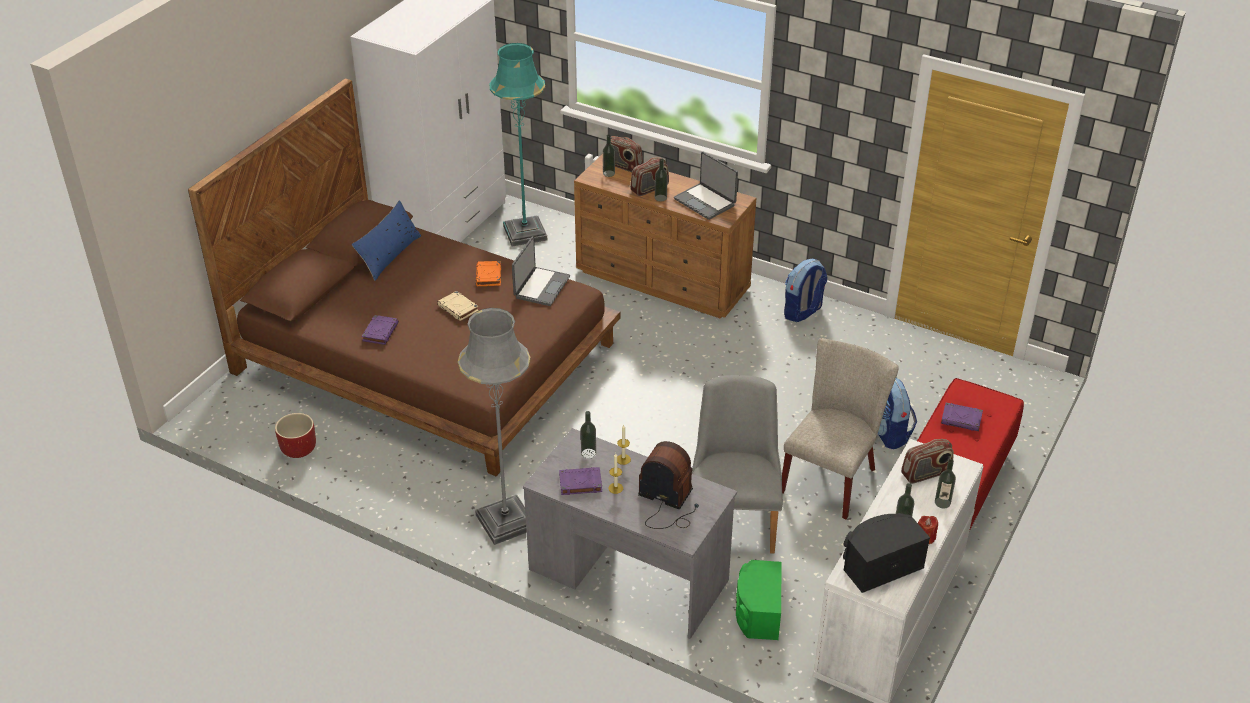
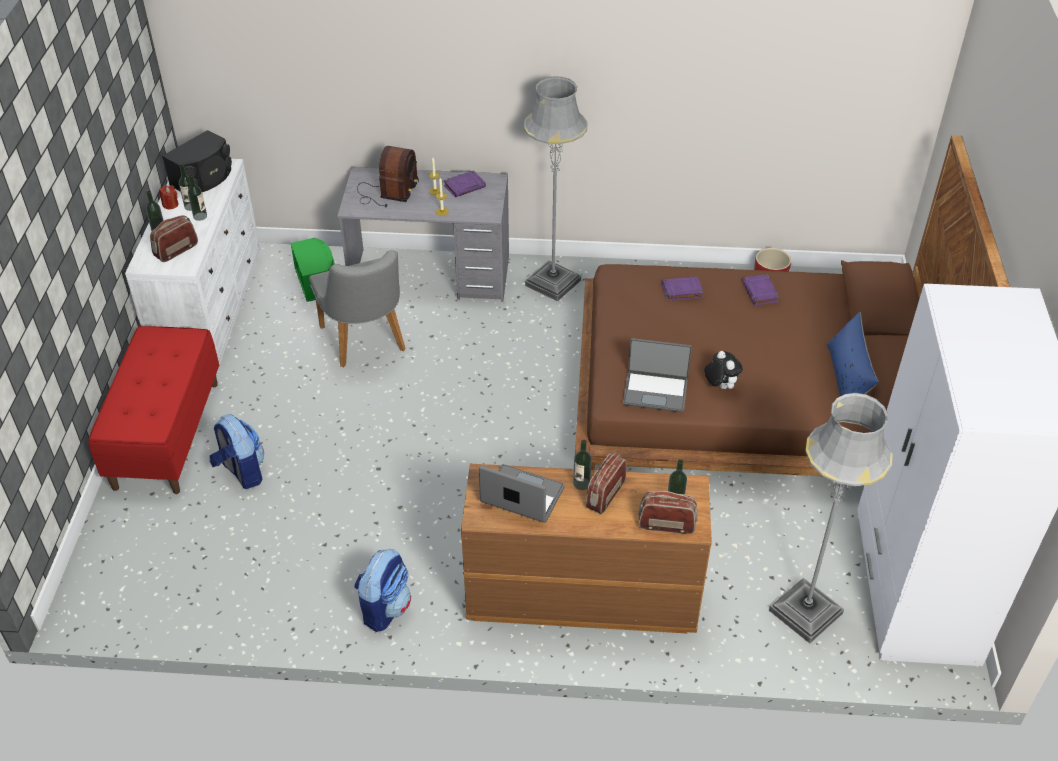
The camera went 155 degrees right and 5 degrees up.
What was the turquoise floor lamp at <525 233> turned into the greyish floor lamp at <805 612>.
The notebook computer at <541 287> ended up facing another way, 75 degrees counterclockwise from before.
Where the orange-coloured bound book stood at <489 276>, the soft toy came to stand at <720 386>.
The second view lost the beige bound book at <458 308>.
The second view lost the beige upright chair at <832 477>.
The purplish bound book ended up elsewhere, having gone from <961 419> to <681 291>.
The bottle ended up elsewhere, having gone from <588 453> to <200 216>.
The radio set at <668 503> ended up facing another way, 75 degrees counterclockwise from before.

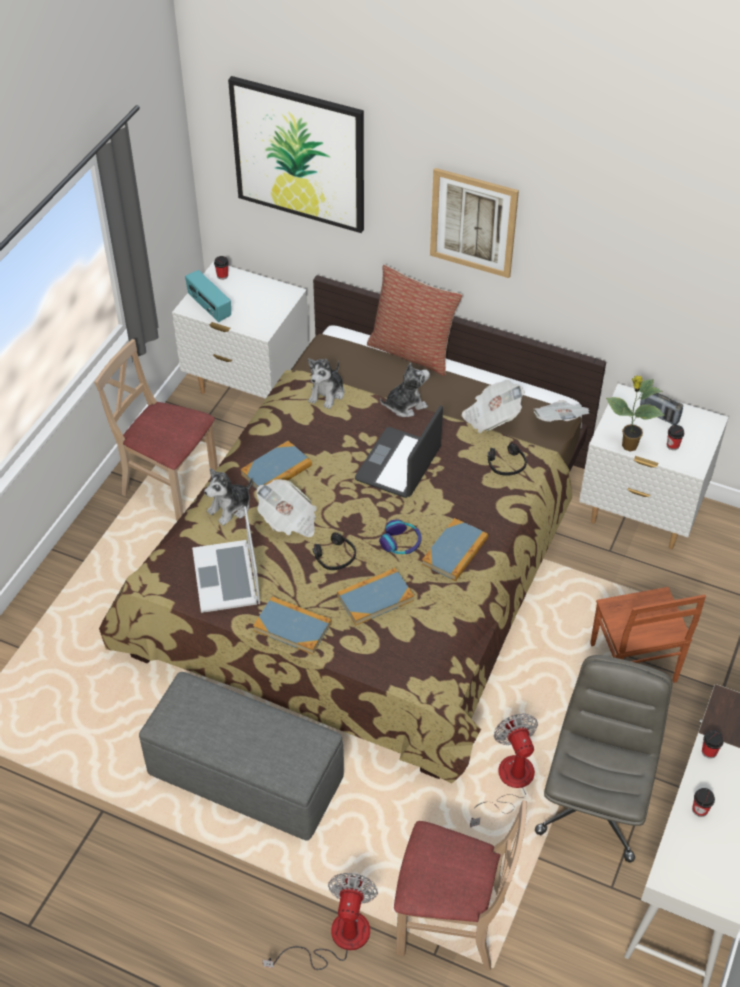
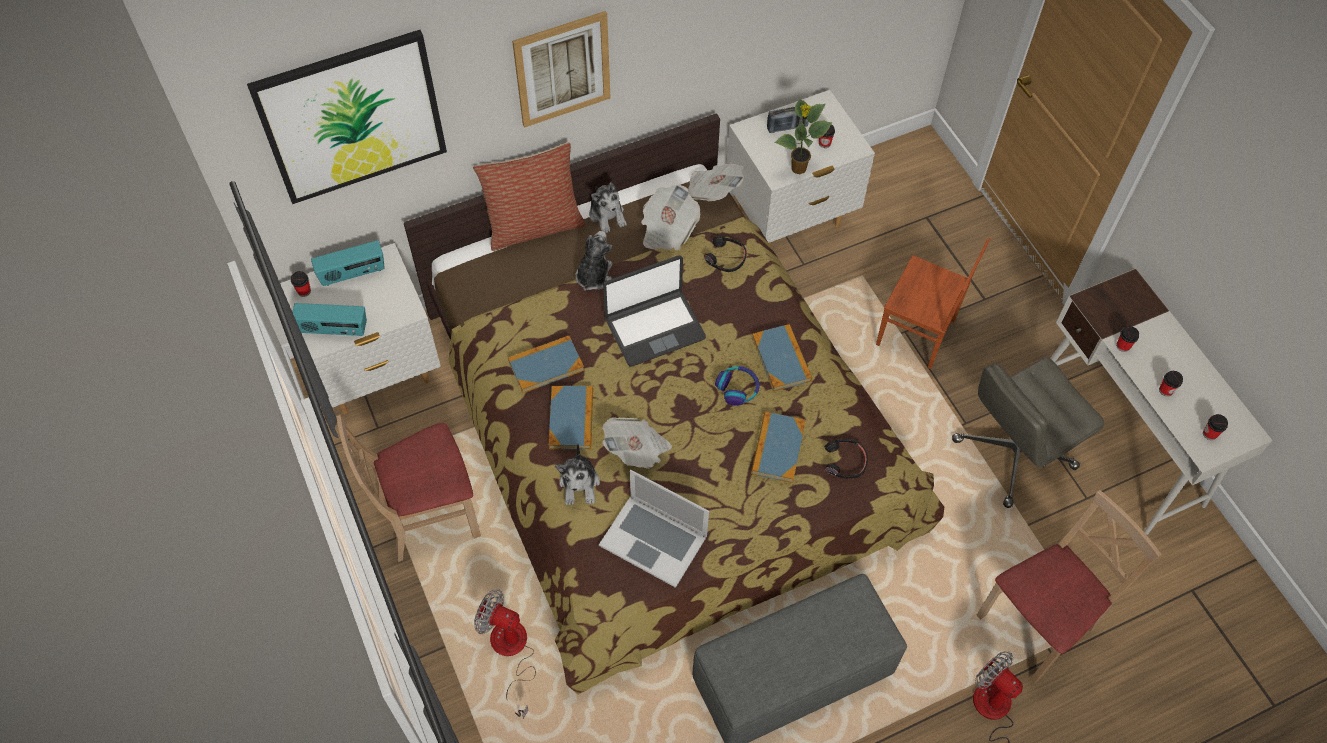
The camera went 50 degrees left and 10 degrees up.
The soft toy ended up elsewhere, having gone from <327 394> to <607 215>.
The notebook computer at <399 464> ended up facing another way, 90 degrees counterclockwise from before.
The blackish headset ended up elsewhere, having gone from <335 557> to <845 462>.
The bound book ended up elsewhere, having gone from <292 627> to <546 365>.
The greyish desk chair at <594 804> ended up facing another way, 90 degrees counterclockwise from before.
The fan ended up elsewhere, having gone from <508 783> to <511 652>.
The second view gained the radio set at <353 274>.
The second view gained the drinking cup at <1209 434>.

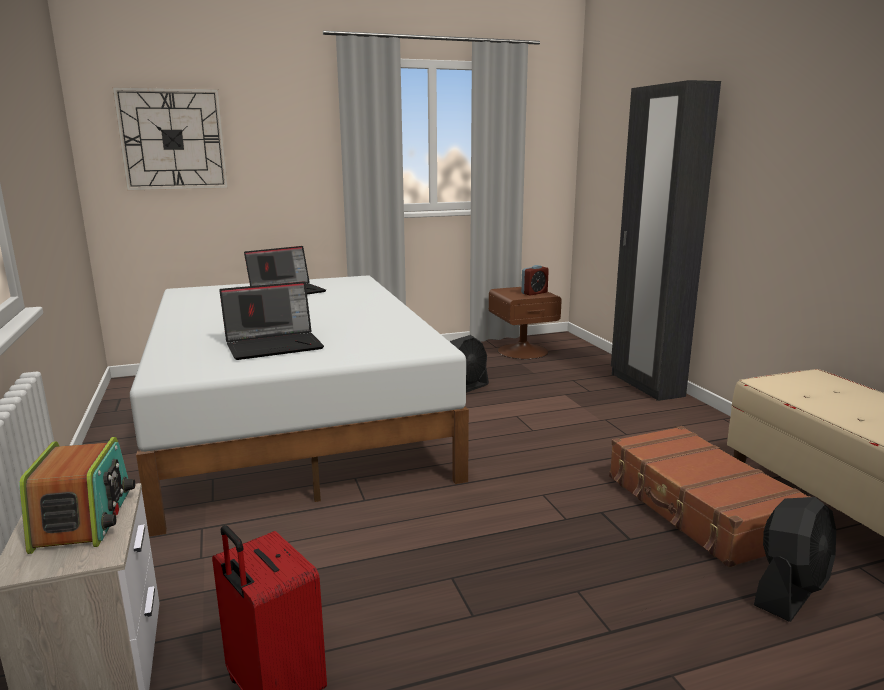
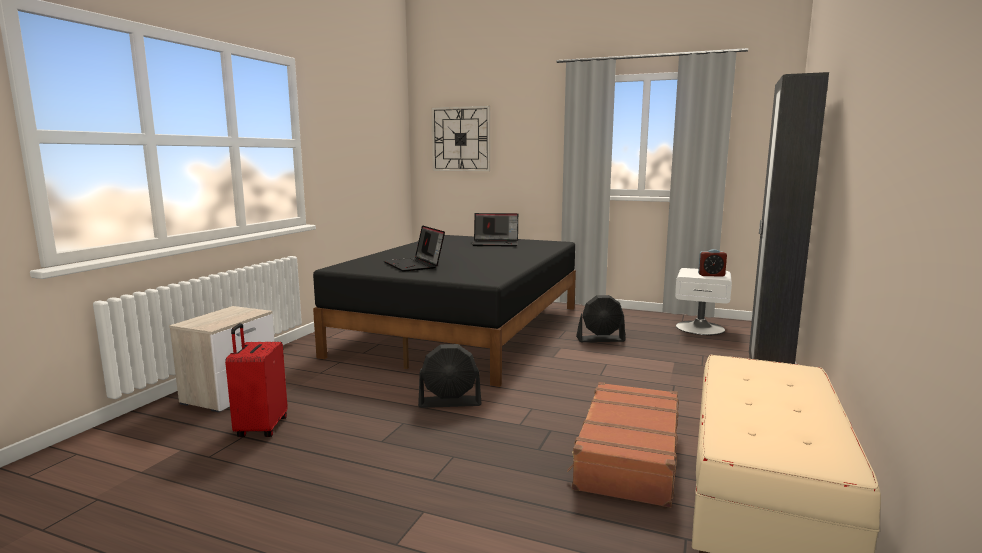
The camera went 40 degrees right and 5 degrees down.
What was the white bed at <295 421> turned into the blackish bed at <464 330>.
The notebook computer at <275 345> ended up facing another way, 45 degrees clockwise from before.
What was the brownish nightstand at <522 351> turned into the white nightstand at <700 327>.
The second view lost the radio set at <84 519>.
The blackish fan ended up elsewhere, having gone from <790 590> to <450 402>.

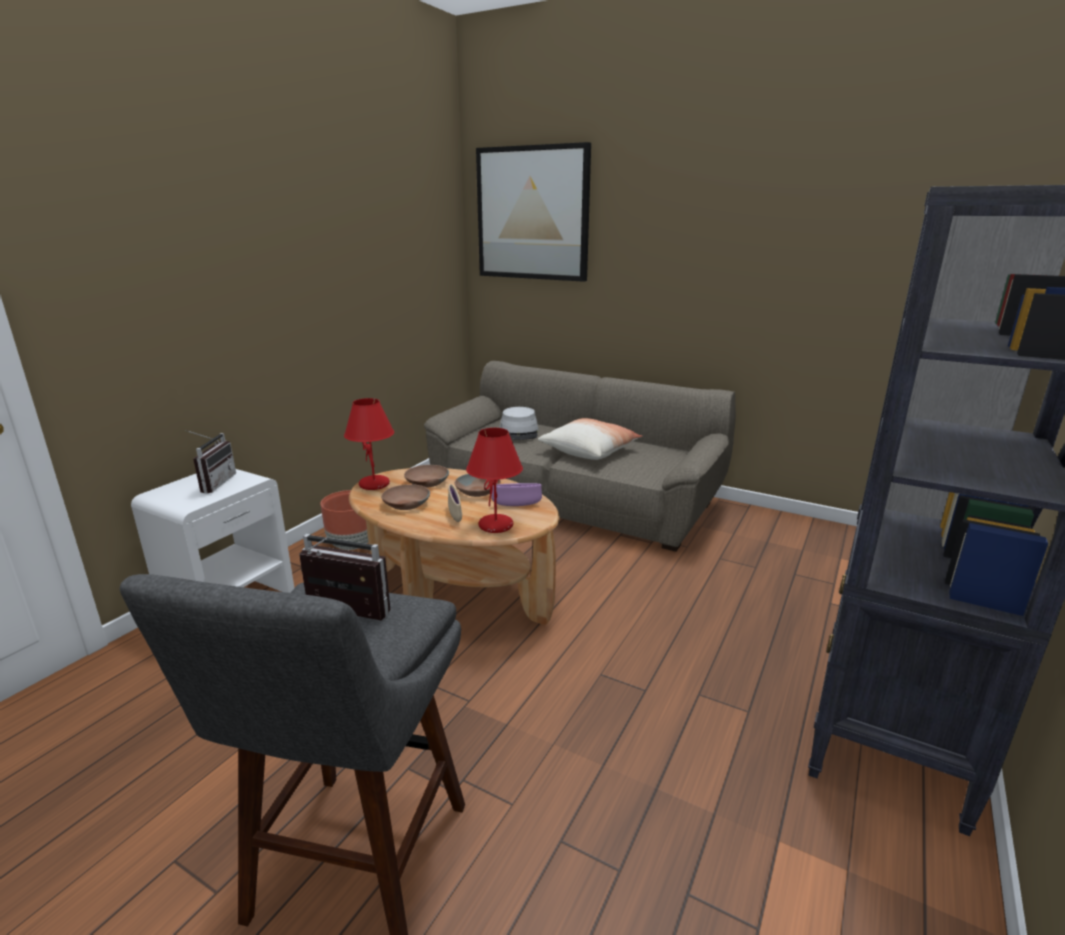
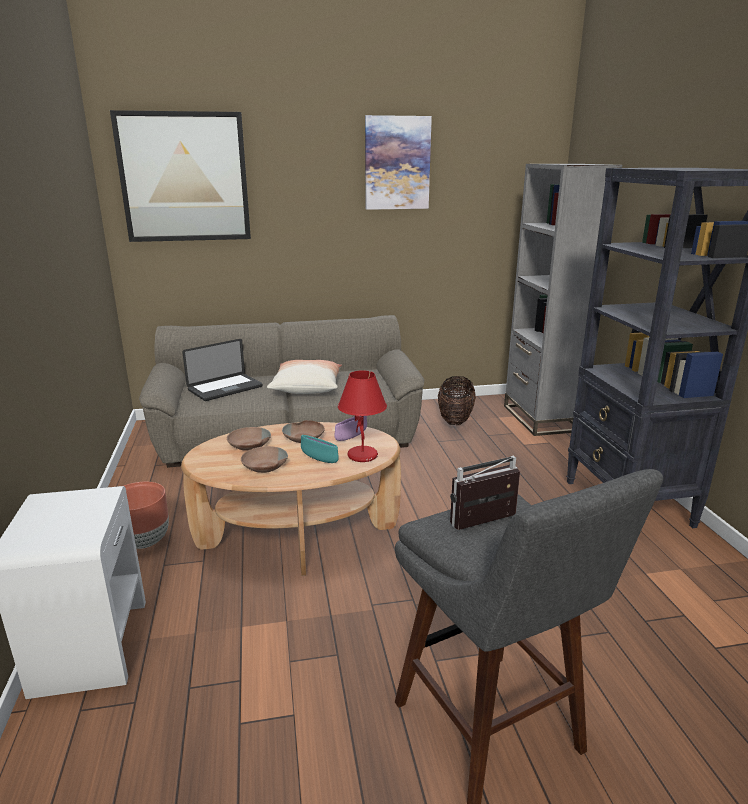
The camera went 40 degrees left and 0 degrees up.
The second view lost the red-coloured lamp for a table at <375 484>.
Where the greyish clothing hat stood at <519 432>, the notebook computer came to stand at <225 388>.
The second view lost the radio set at <213 483>.
What was the beige serving bowl at <455 515> turned into the turquoise serving bowl at <319 459>.
The second view gained the wall art at <397 163>.
The second view gained the storage basket at <455 419>.

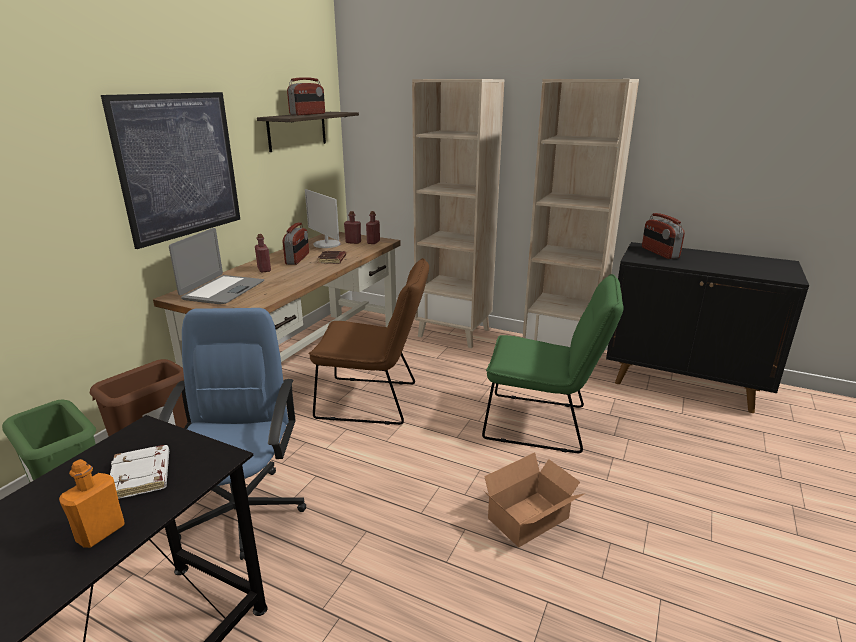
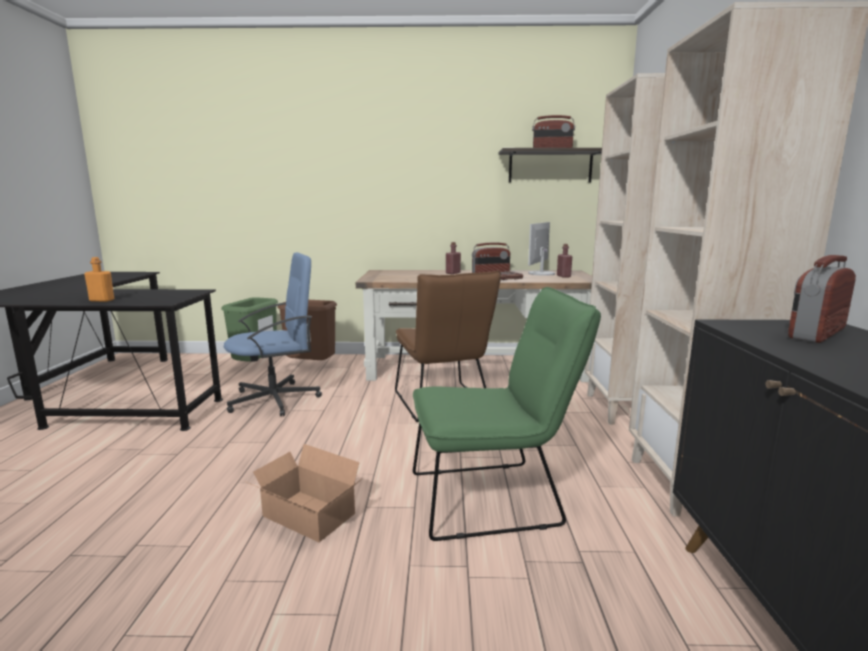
The camera went 65 degrees right and 10 degrees down.
The second view lost the wall art at <179 166>.
The second view lost the red-coloured bottle at <373 242>.
The second view lost the notebook computer at <222 290>.
The green upright chair at <543 424> ended up facing another way, 90 degrees counterclockwise from before.
The second view lost the white bound book at <142 476>.

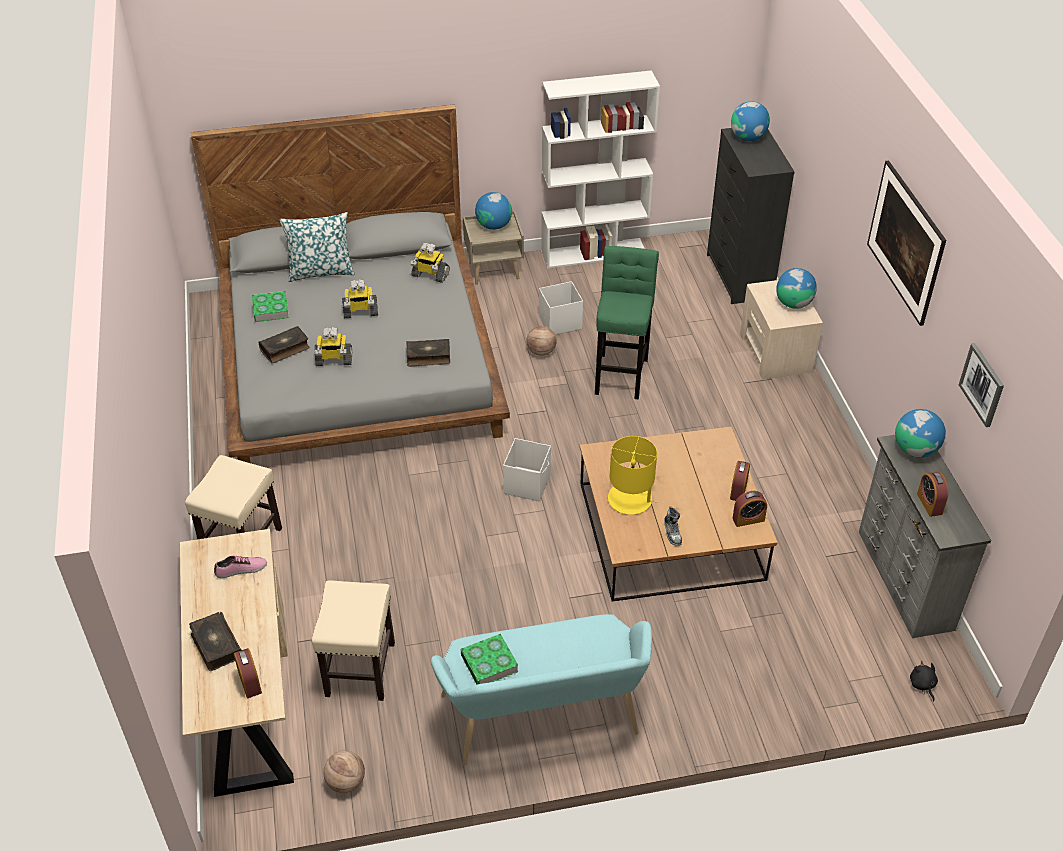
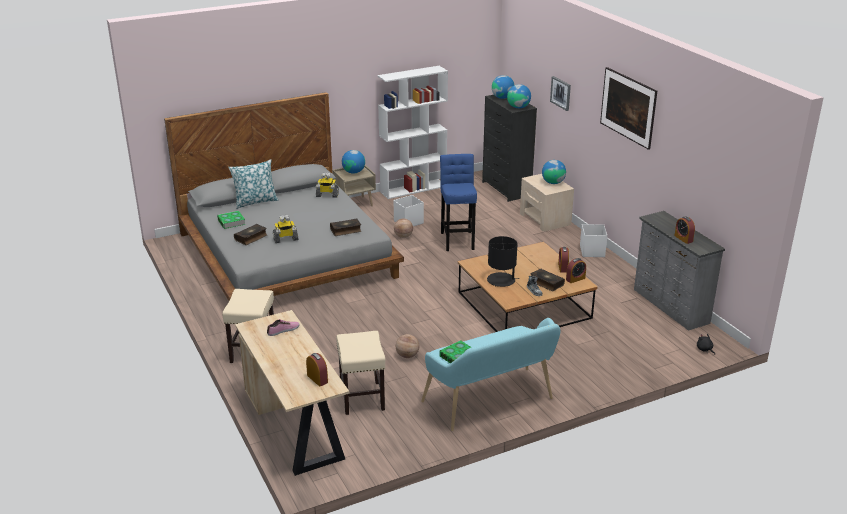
The camera went 15 degrees left and 15 degrees down.
What was the green stool seat at <621 373> turned into the bluish stool seat at <457 239>.
The second view lost the toy robot at <360 312>.
The wall art ended up elsewhere, having gone from <982 384> to <561 93>.
The world globe ended up elsewhere, having gone from <915 449> to <518 107>.
What was the yellow-coloured lamp for a table at <630 499> turned into the blackish lamp for a table at <501 280>.
The white storage container ended up elsewhere, having gone from <527 484> to <592 251>.
The bound book ended up elsewhere, having gone from <216 646> to <546 283>.
The ball for basketball ended up elsewhere, having gone from <346 782> to <407 356>.

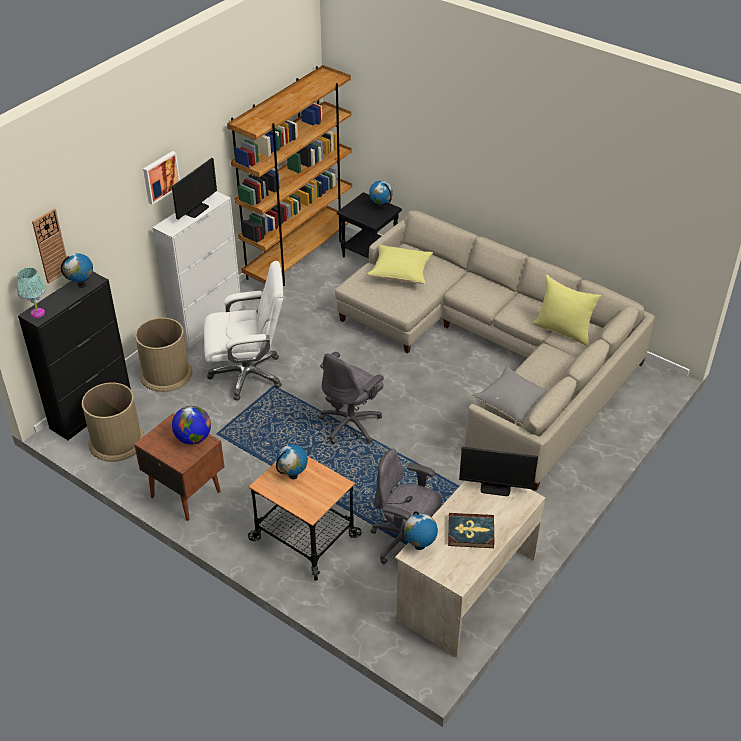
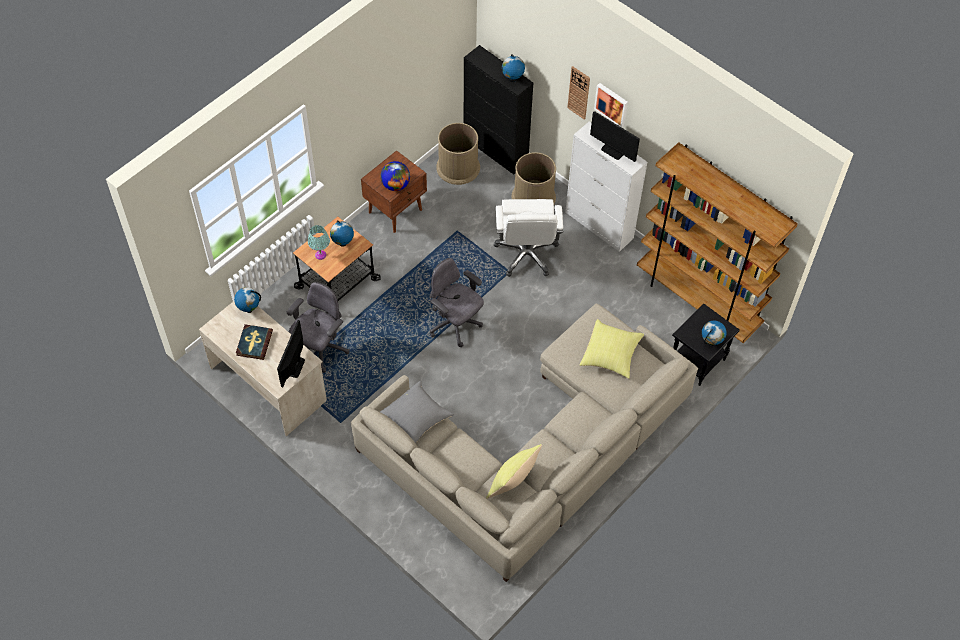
The camera went 95 degrees right and 15 degrees up.
The wall clock ended up elsewhere, having gone from <50 245> to <579 92>.
The turquoise lamp for a table ended up elsewhere, having gone from <37 313> to <320 255>.

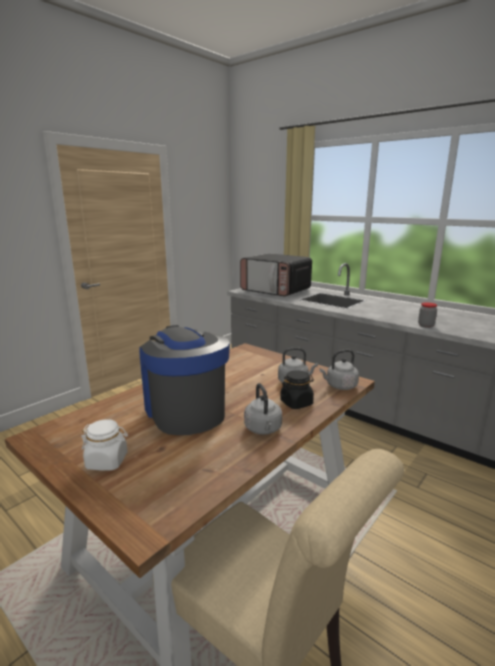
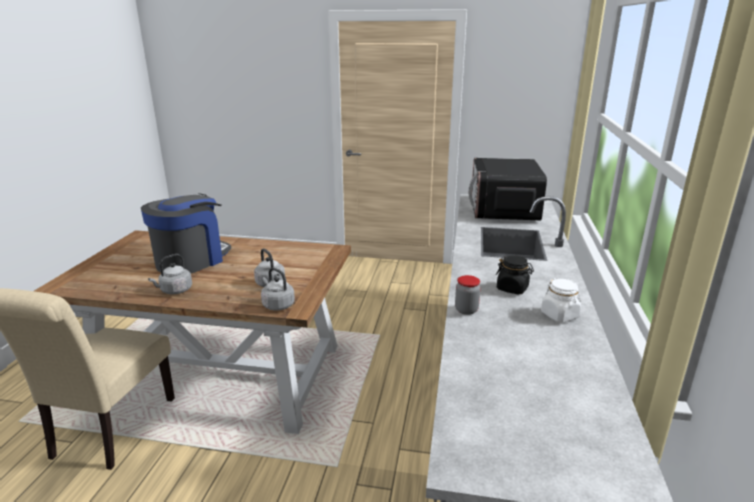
The camera went 60 degrees right and 5 degrees up.
The blackish storage jar ended up elsewhere, having gone from <296 403> to <512 288>.
The white storage jar ended up elsewhere, having gone from <107 461> to <559 315>.

